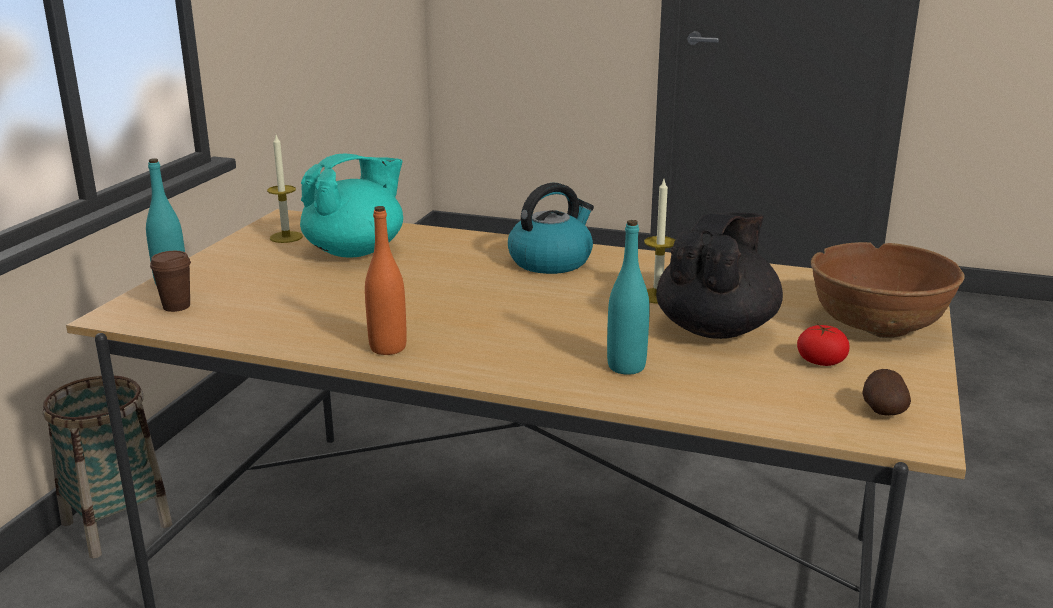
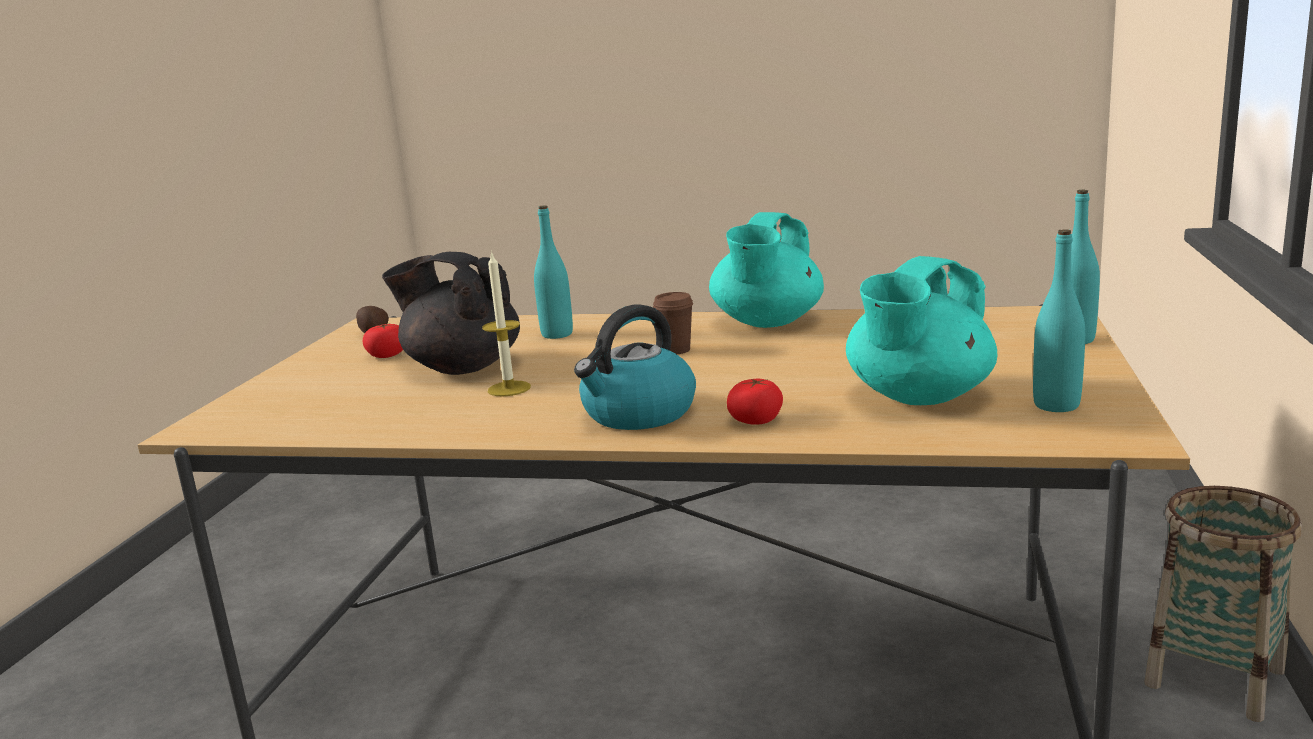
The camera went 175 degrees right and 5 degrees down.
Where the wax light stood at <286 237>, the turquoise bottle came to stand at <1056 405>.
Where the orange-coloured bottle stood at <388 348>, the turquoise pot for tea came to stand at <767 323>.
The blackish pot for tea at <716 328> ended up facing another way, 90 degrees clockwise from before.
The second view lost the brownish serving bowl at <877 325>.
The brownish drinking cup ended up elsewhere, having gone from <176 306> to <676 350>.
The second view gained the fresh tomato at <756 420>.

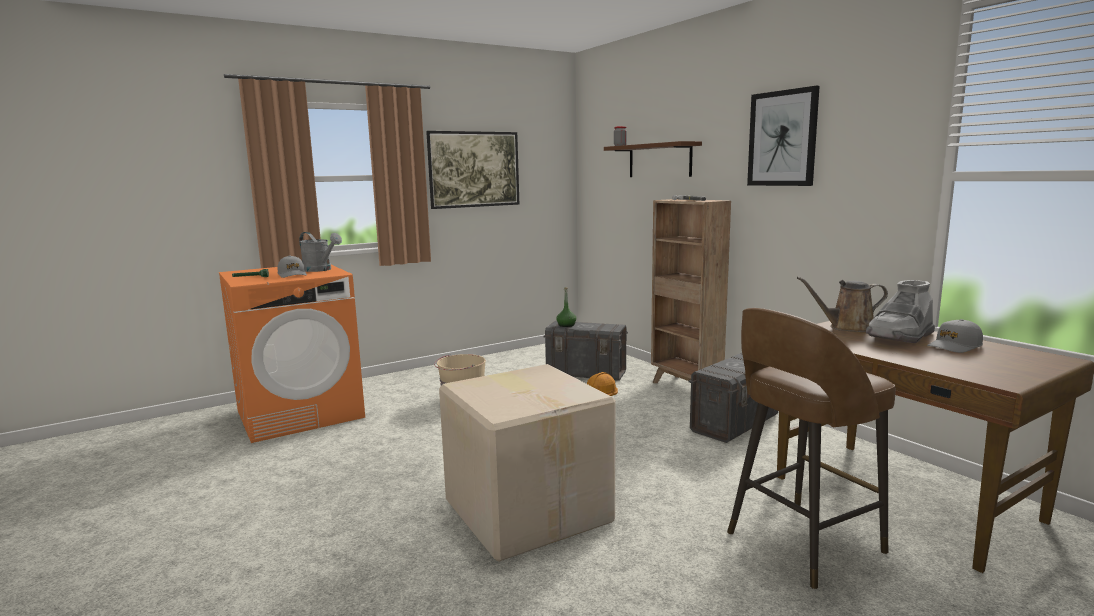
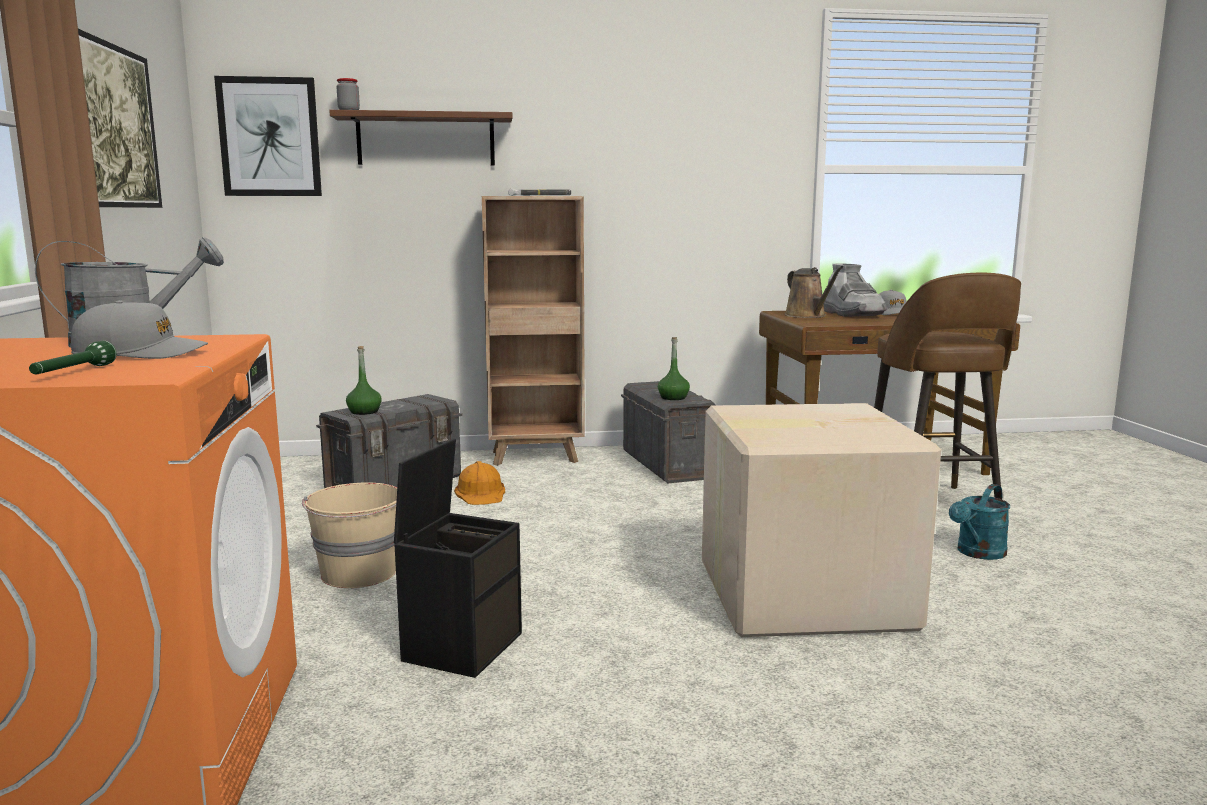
The camera went 65 degrees left and 0 degrees up.
The wall art ended up elsewhere, having gone from <782 138> to <270 137>.
The brownish sprinkling can at <847 327> ended up facing another way, 45 degrees counterclockwise from before.
The second view gained the green bottle at <673 398>.
The second view gained the blackish storage container at <462 645>.
The second view gained the turquoise sprinkling can at <978 553>.

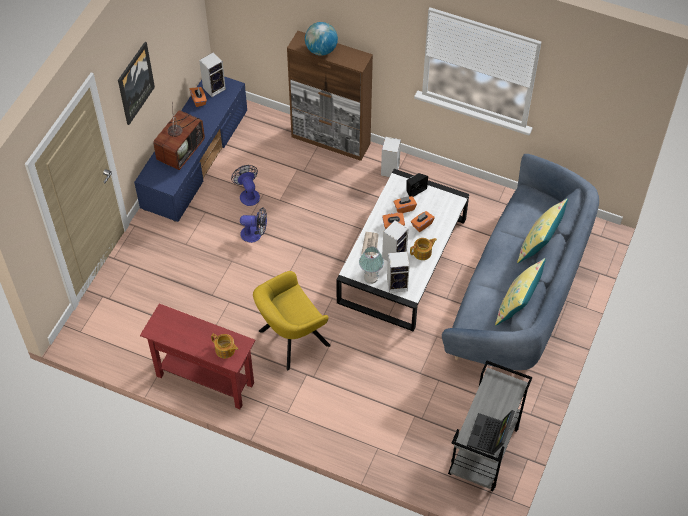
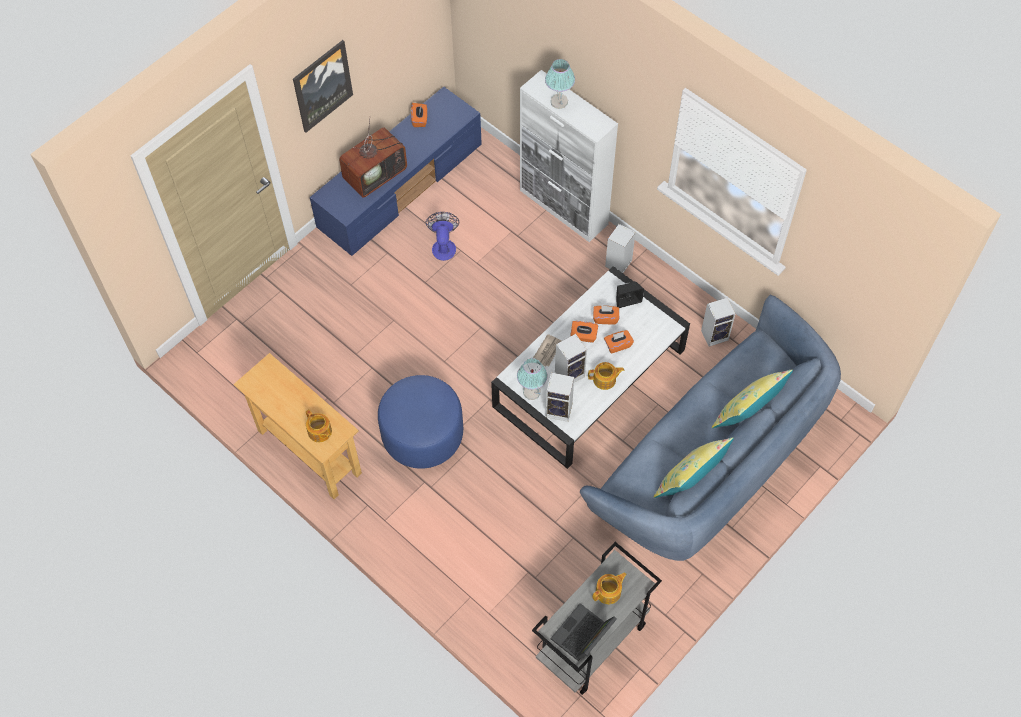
The camera went 20 degrees right and 5 degrees up.
Where the world globe stood at <321 50>, the lamp for a table came to stand at <559 102>.
What was the brownish cupboard at <331 140> turned into the white cupboard at <564 207>.
The speaker ended up elsewhere, having gone from <214 88> to <715 334>.
The second view lost the fan at <255 234>.
Where the yellow-coloured armchair stood at <290 340>, the bluish pouffe came to stand at <422 435>.
What was the red-coloured hall table at <205 379> turned into the beige hall table at <309 452>.
The second view gained the pot for tea at <609 592>.

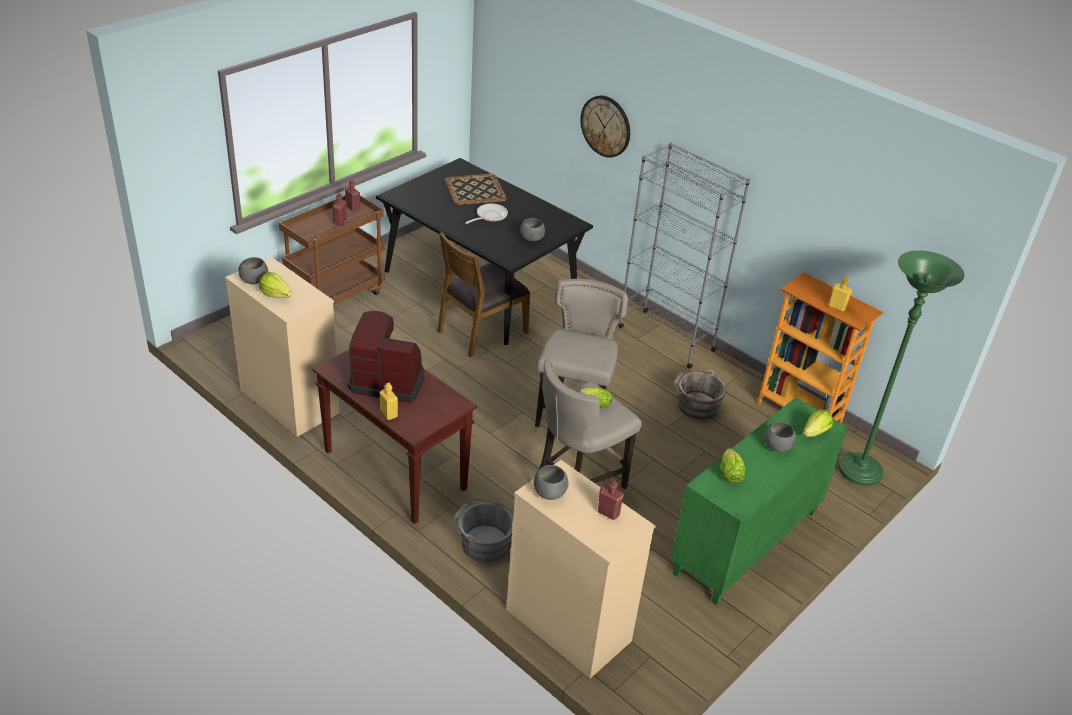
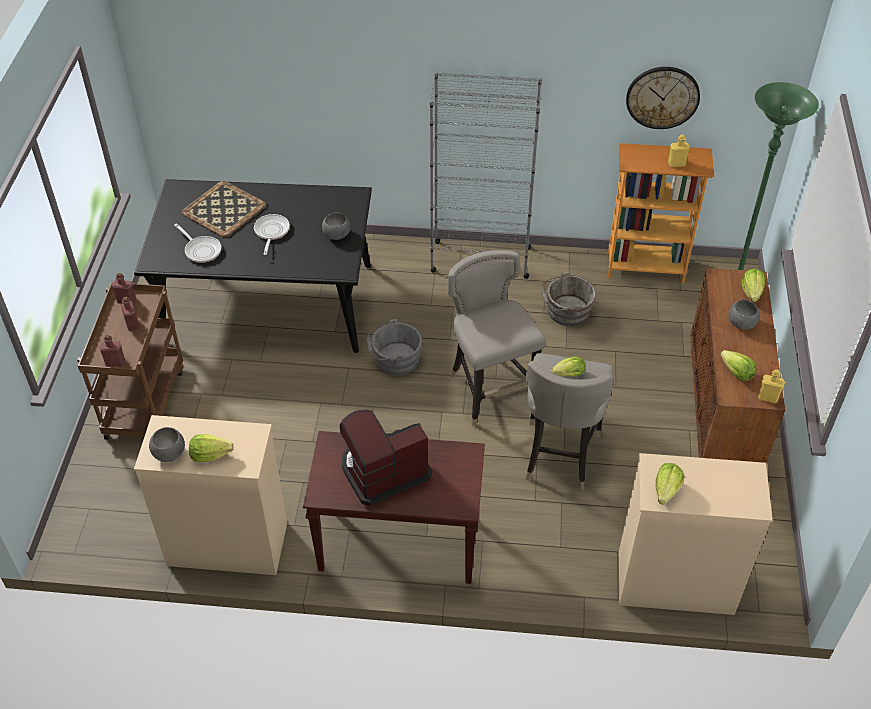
The camera went 35 degrees left and 10 degrees up.
The wall clock ended up elsewhere, having gone from <606 126> to <662 97>.
The second view lost the brownish upright chair at <481 331>.
The yellow-coloured bottle ended up elsewhere, having gone from <389 414> to <767 397>.
What was the green cupboard at <746 543> turned into the brownish cupboard at <721 414>.
Where the greyish serving bowl stood at <550 493>, the lettuce head came to stand at <666 490>.
The red-coloured bottle ended up elsewhere, having gone from <608 513> to <115 362>.
The greyish water bucket ended up elsewhere, having gone from <482 542> to <394 359>.
The second view gained the skillet at <201 250>.

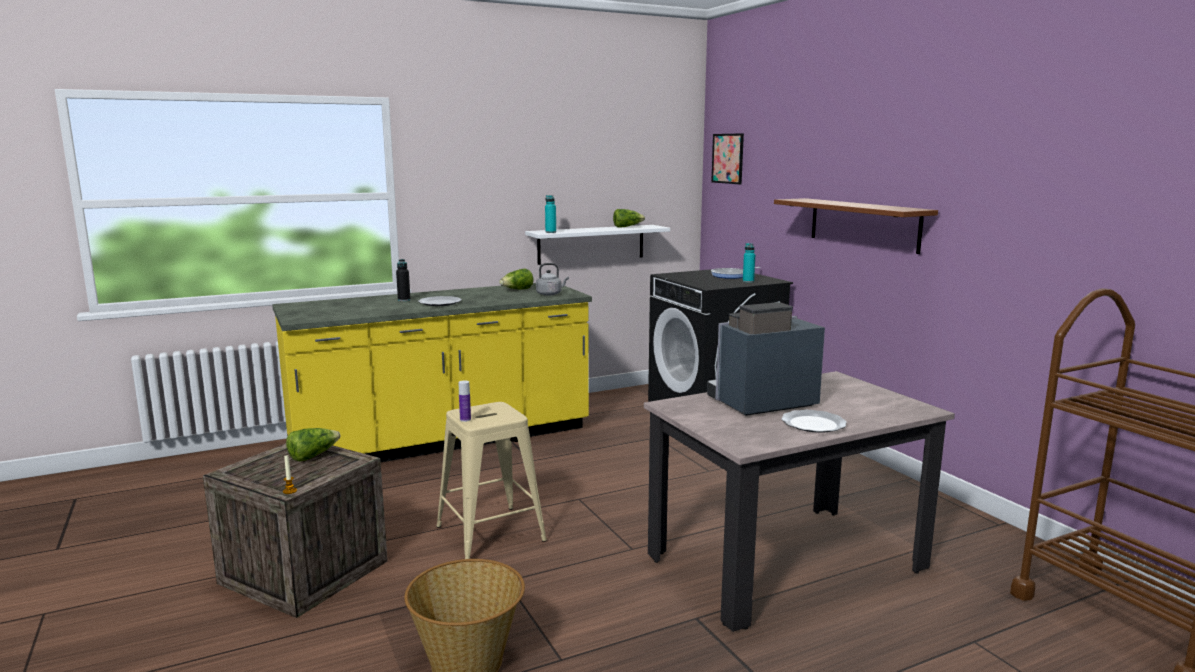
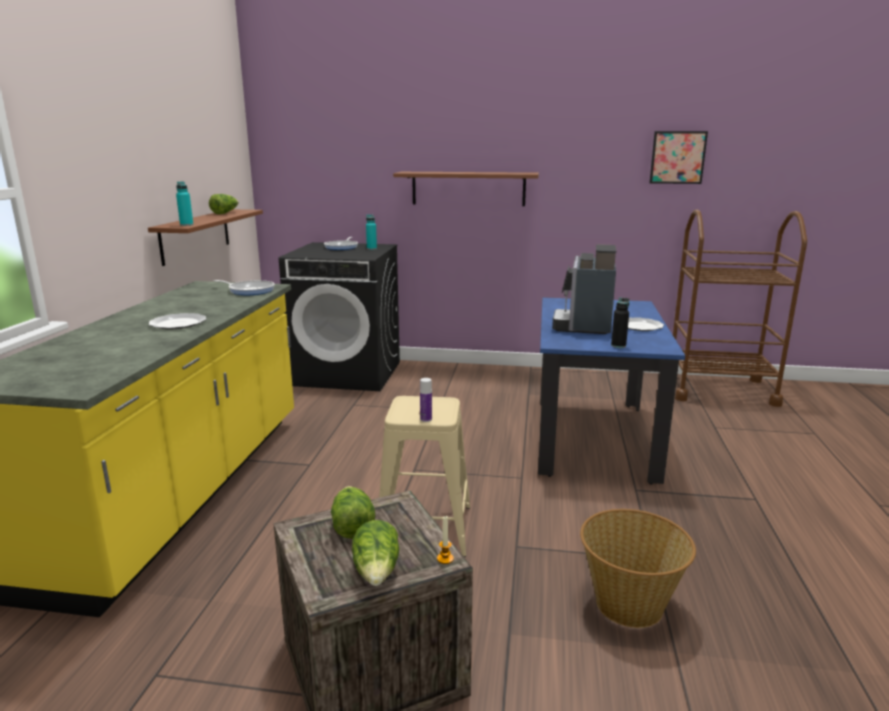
The camera went 55 degrees left and 5 degrees up.
The wall art ended up elsewhere, having gone from <728 158> to <677 157>.
What was the white bracket shelf at <591 244> turned into the brownish bracket shelf at <195 235>.
The blackish bottle ended up elsewhere, having gone from <404 300> to <618 346>.
Where the greyish tea kettle stood at <550 294>, the skillet came to stand at <249 290>.
The lettuce head ended up elsewhere, having gone from <517 290> to <377 571>.
What was the beige dinner table at <786 562> turned into the bluish dinner table at <593 437>.

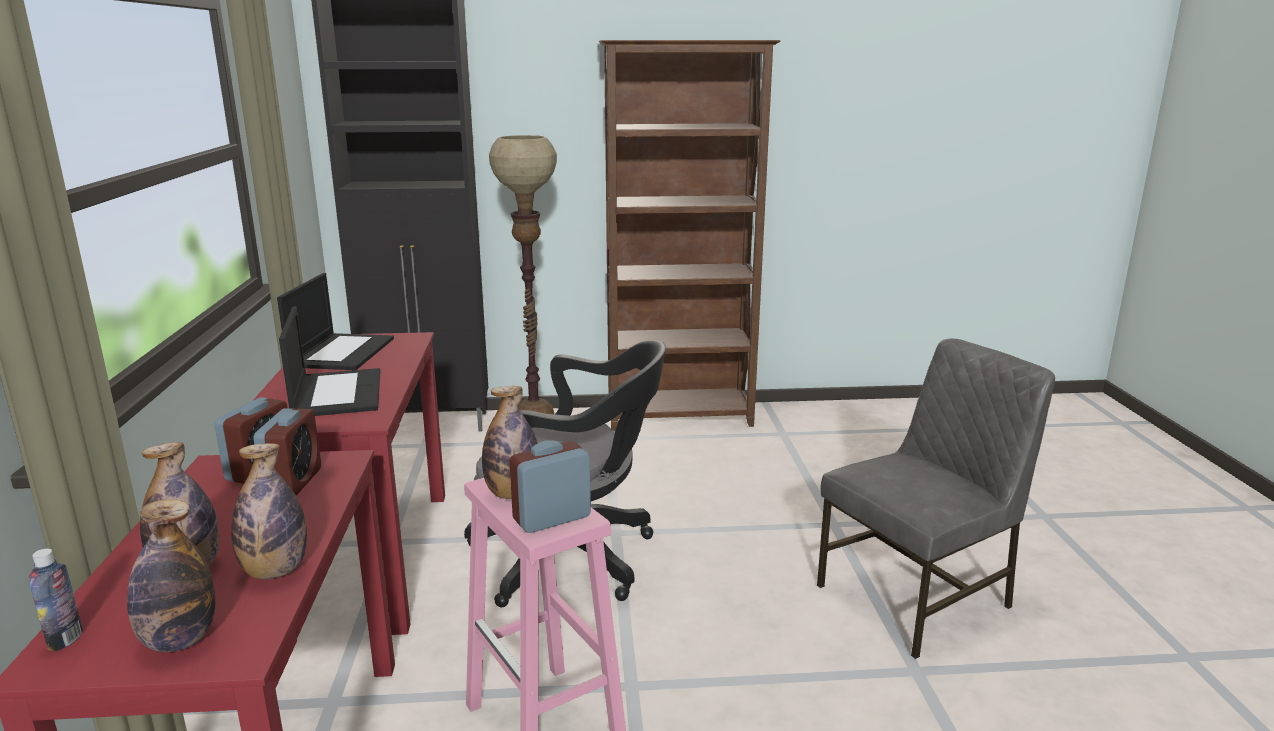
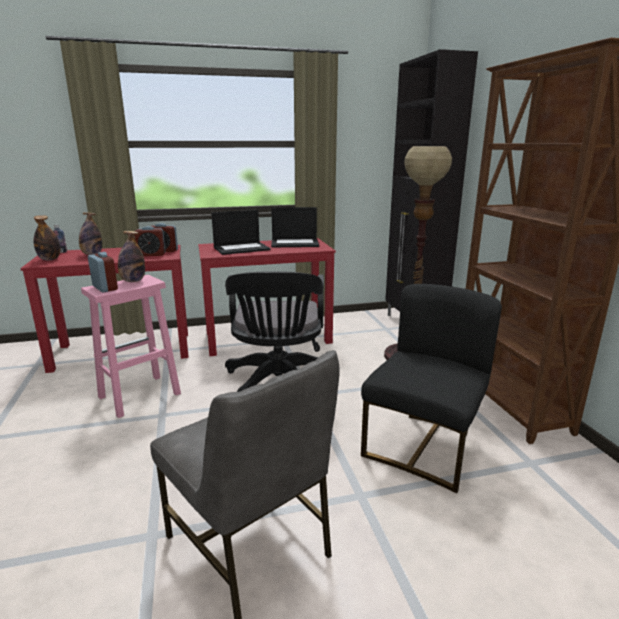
The camera went 80 degrees right and 0 degrees up.
The second view lost the bottle at <275 571>.
The second view gained the blackish upright chair at <423 447>.

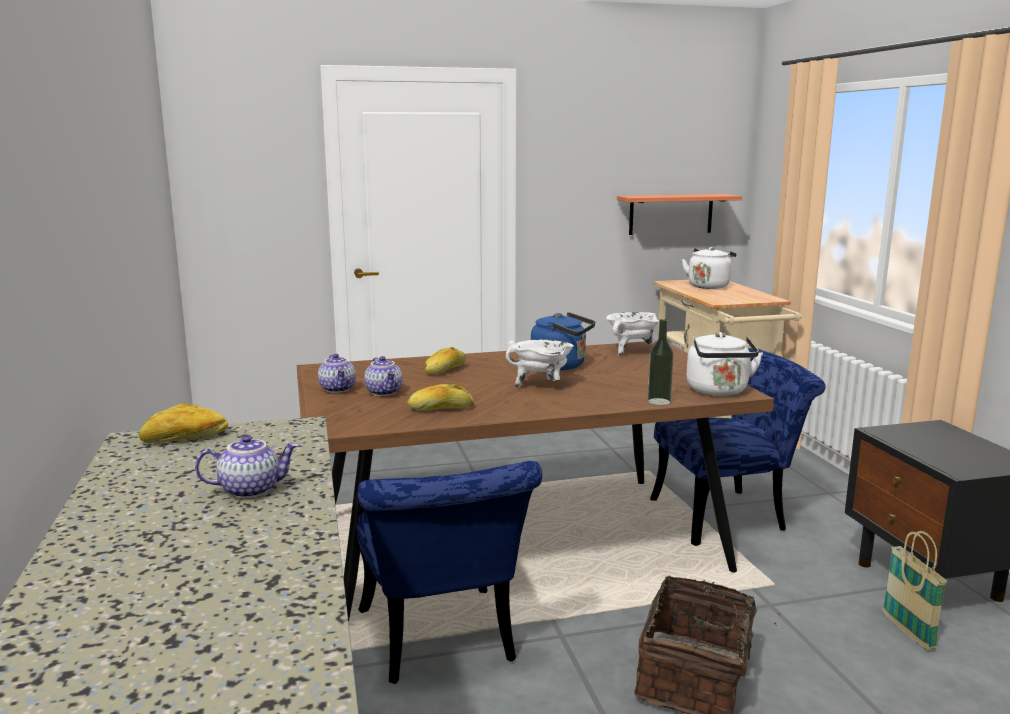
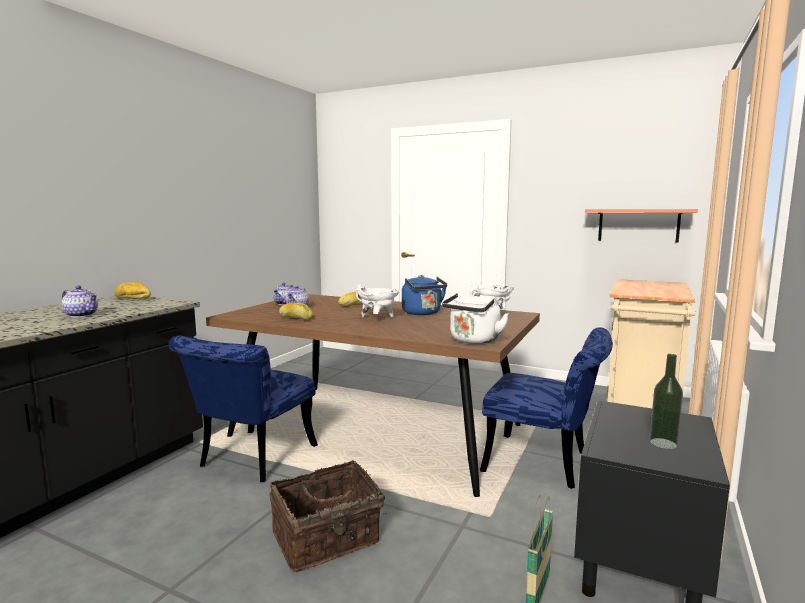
The camera went 40 degrees right and 5 degrees down.
The second view lost the white tea kettle at <709 286>.
The bottle ended up elsewhere, having gone from <659 401> to <663 443>.

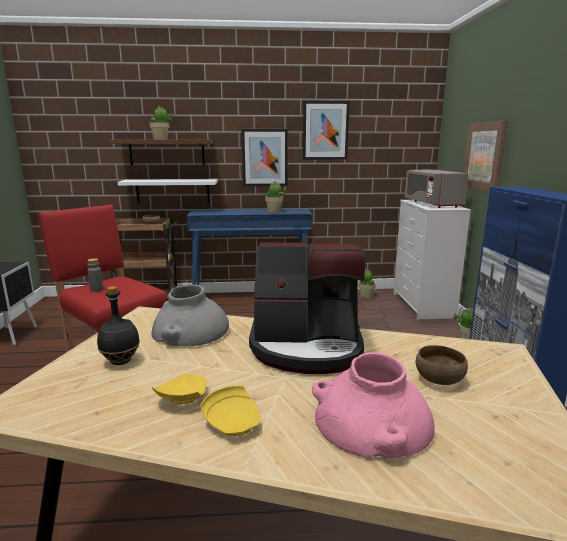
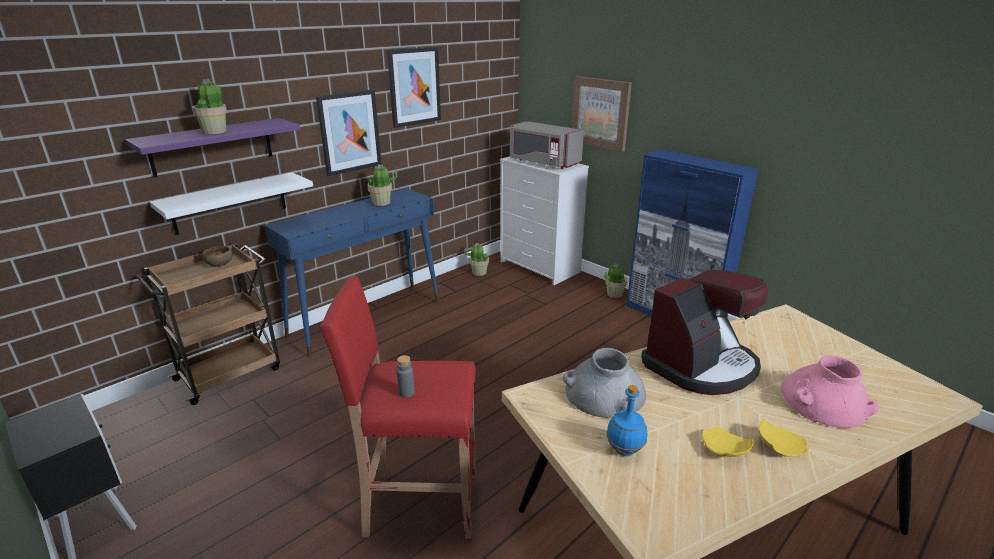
The camera went 40 degrees left and 10 degrees up.
What was the brownish bracket shelf at <167 152> turned into the purplish bracket shelf at <212 147>.
What was the blackish bottle at <121 361> turned into the bluish bottle at <624 450>.
The second view lost the brownish serving bowl at <438 379>.

